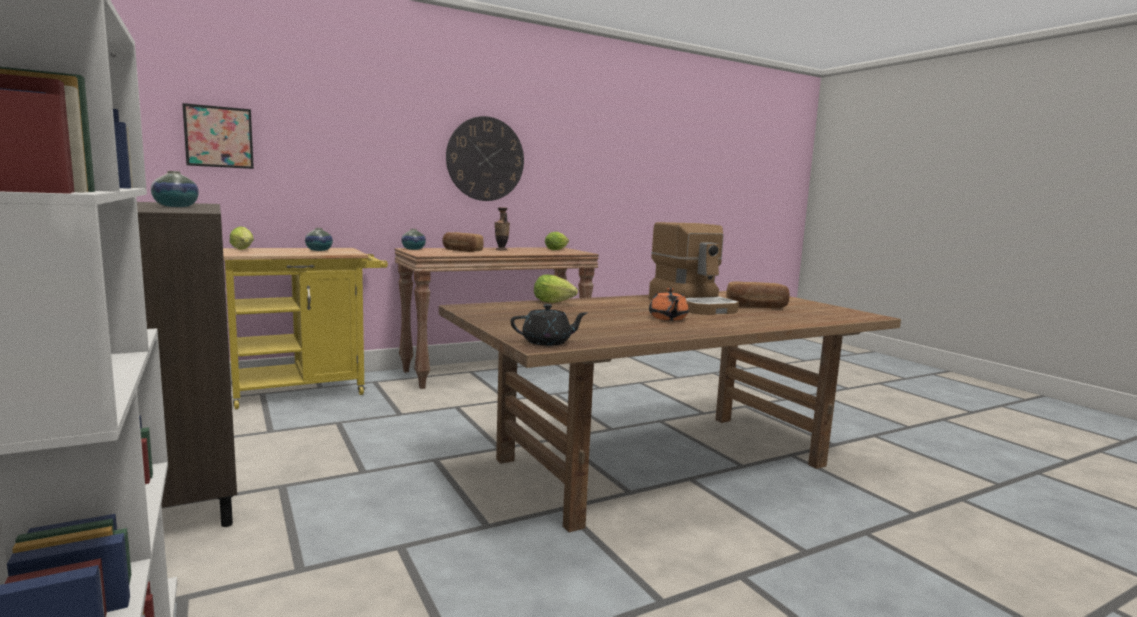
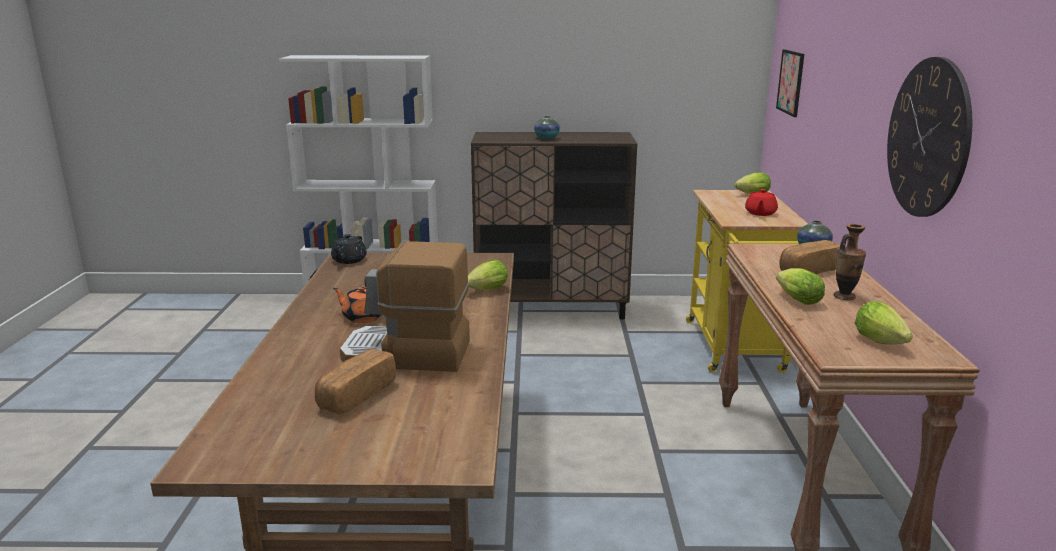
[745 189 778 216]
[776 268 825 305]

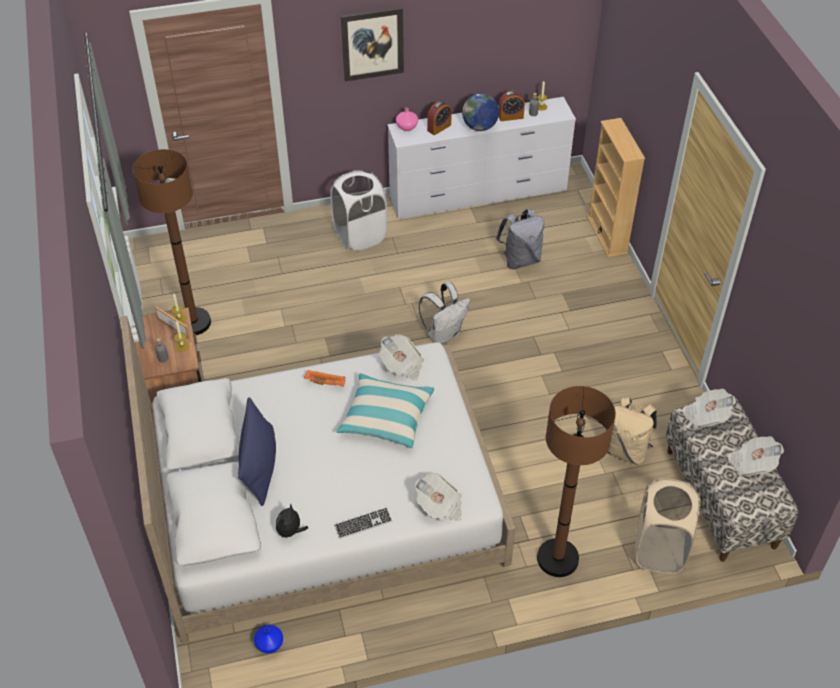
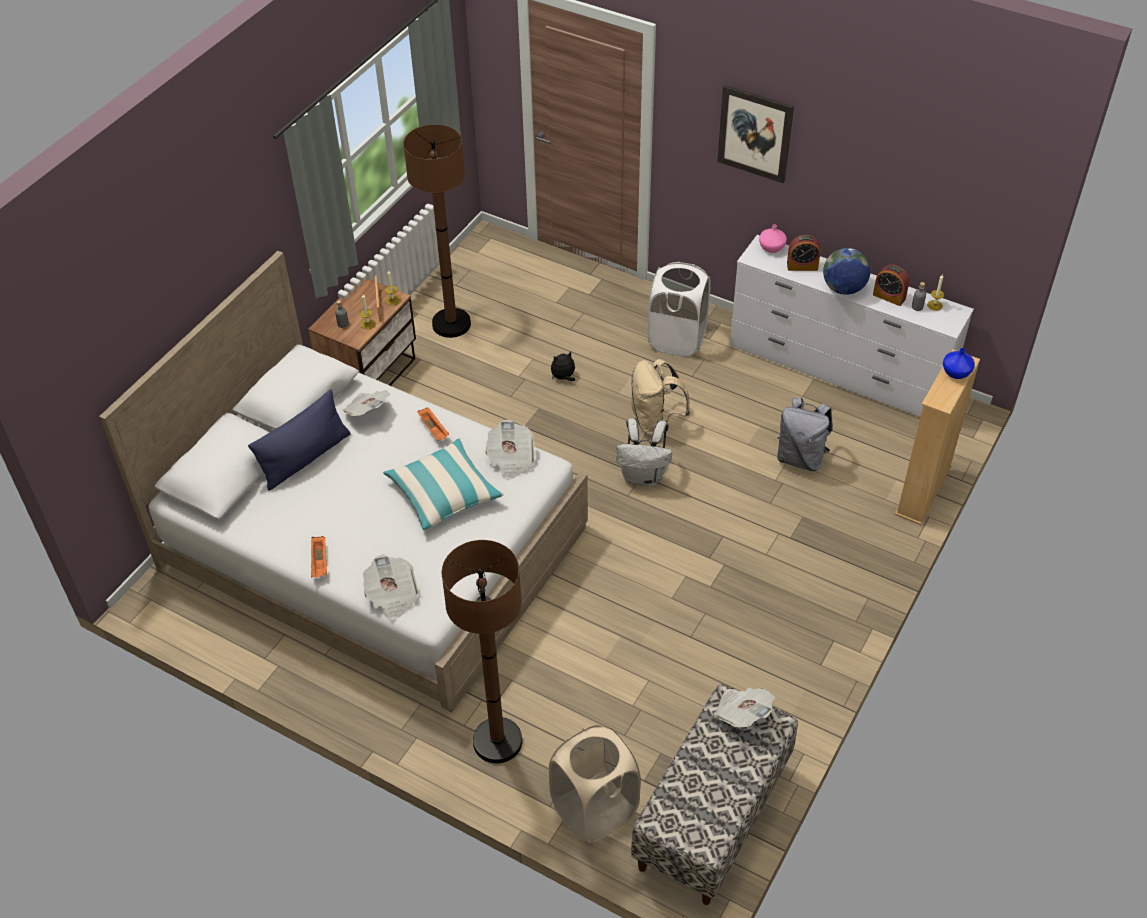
[631 359 690 436]
[342 391 390 416]
[551 352 575 381]
[311 536 327 578]
[943 348 975 379]

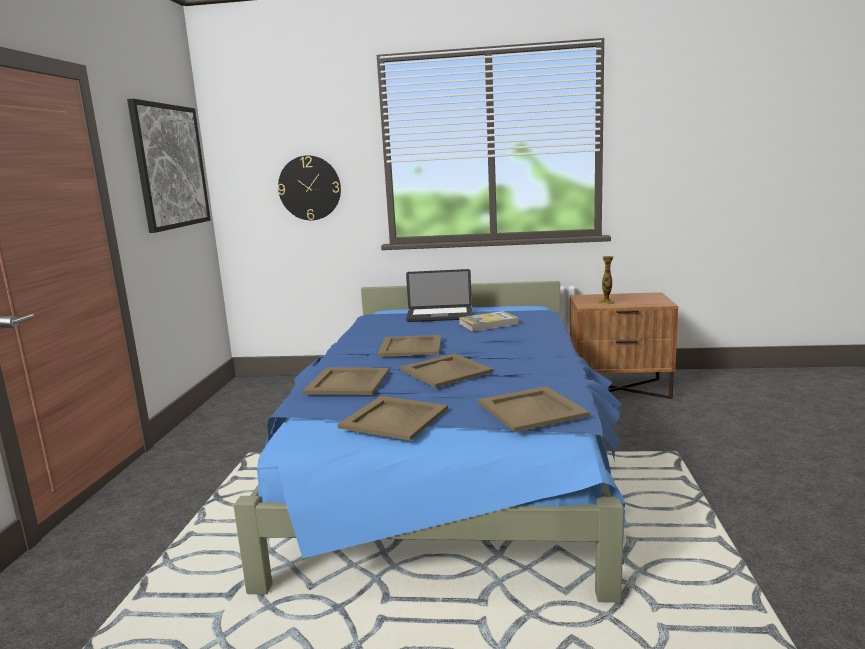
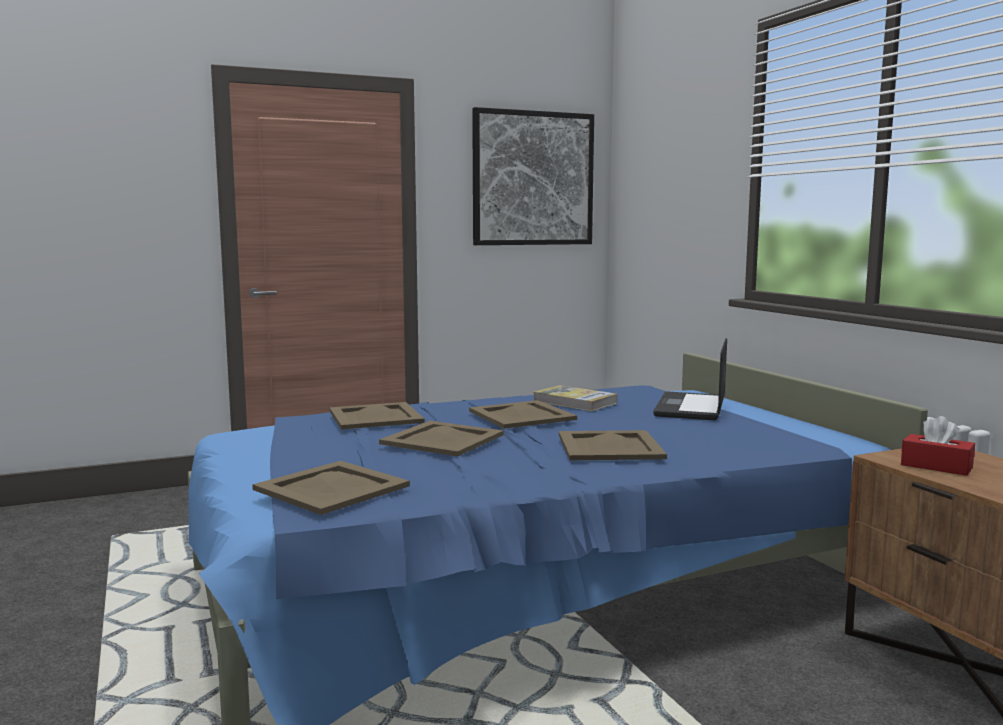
[278 155 341 220] (first image)
[901 416 975 476]
[653 338 727 420]
[534 385 617 411]
[559 430 667 460]

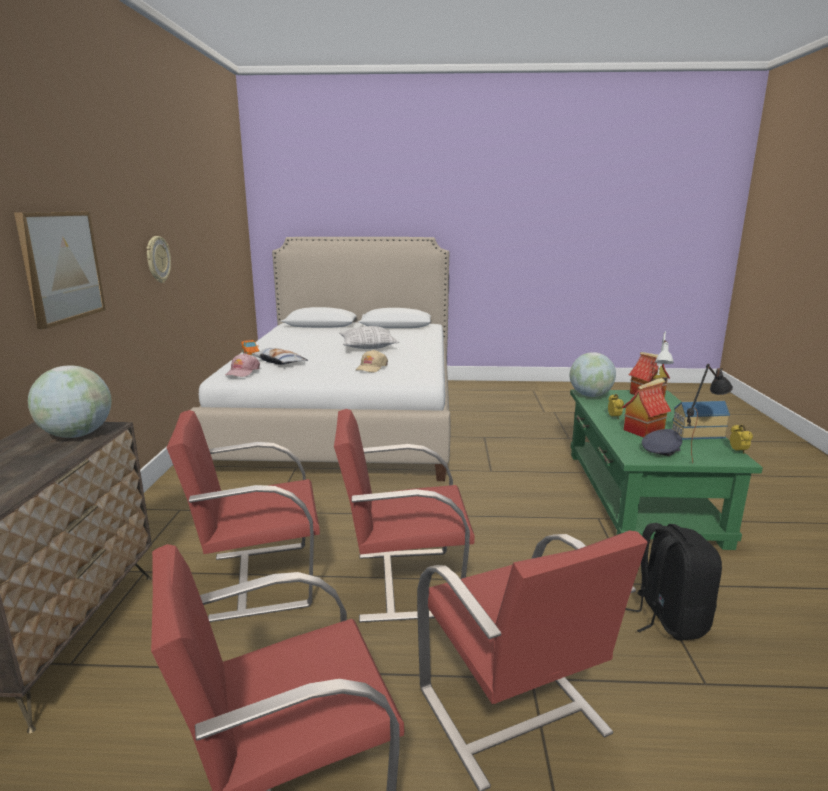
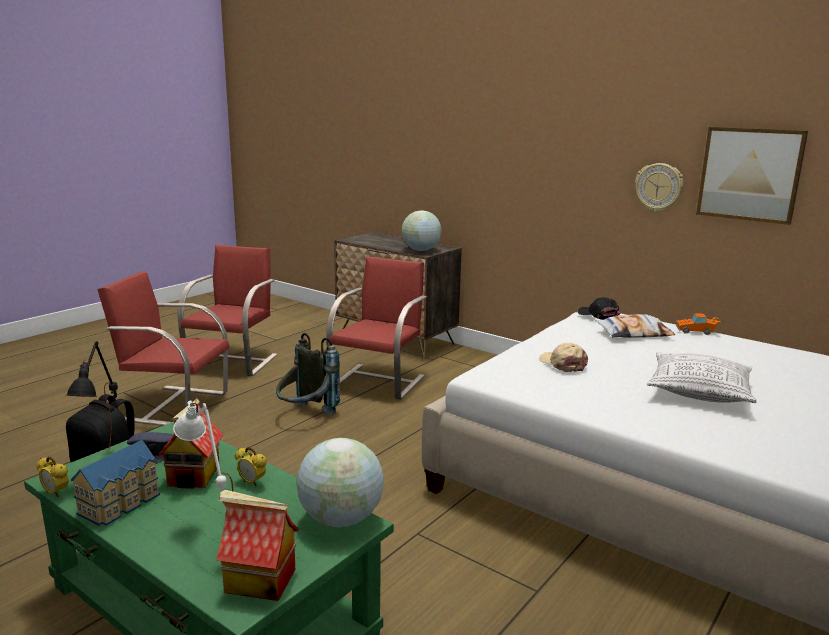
[696 127 808 225]
[578 297 620 320]
[276 333 340 415]

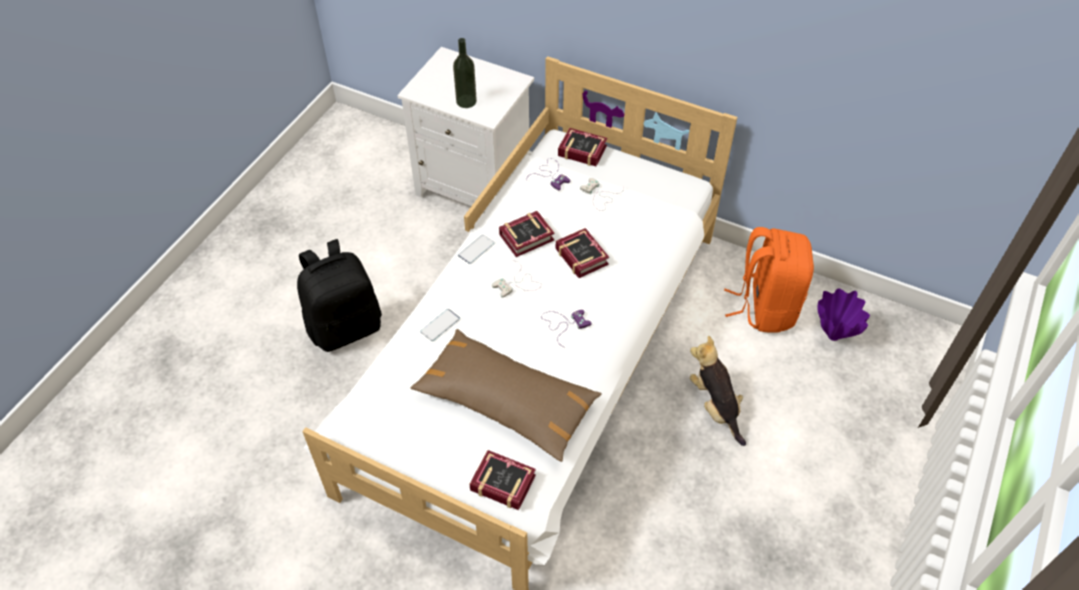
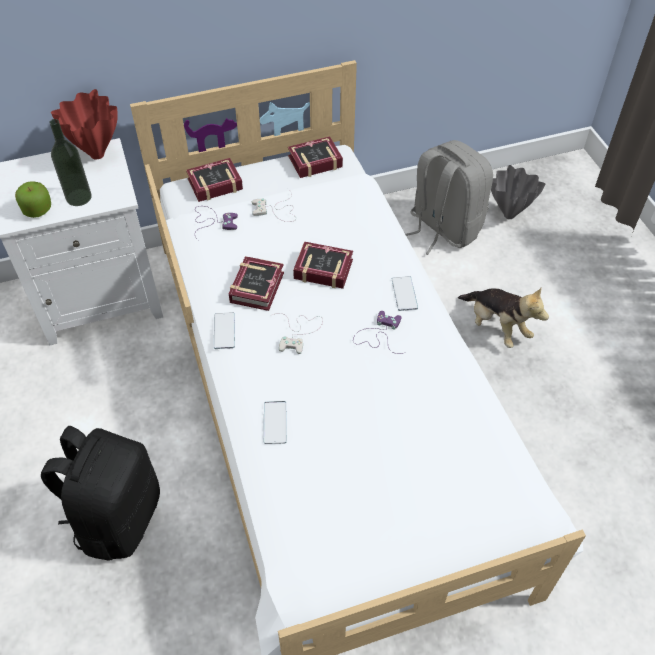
[405 140 493 255]
[491 165 545 219]
[411 329 602 462] (first image)
[458 288 549 348]
[288 136 343 178]
[51 89 118 159]
[15 181 51 218]
[392 276 418 311]

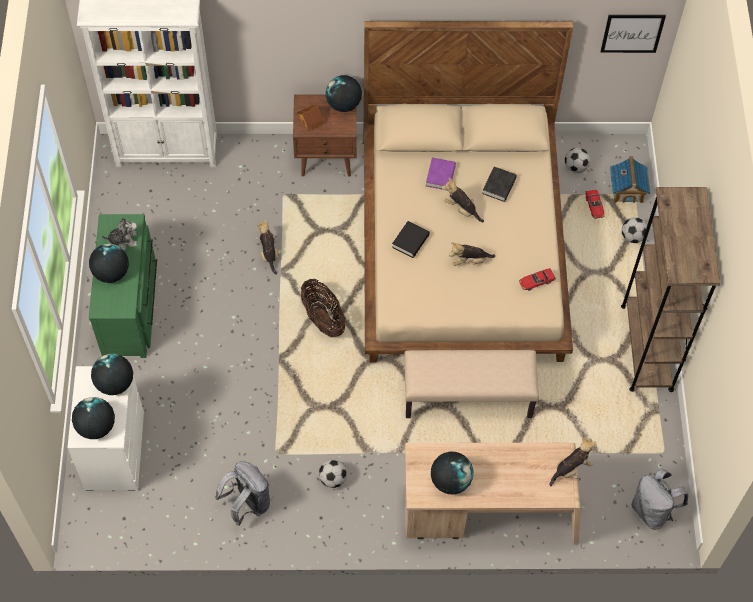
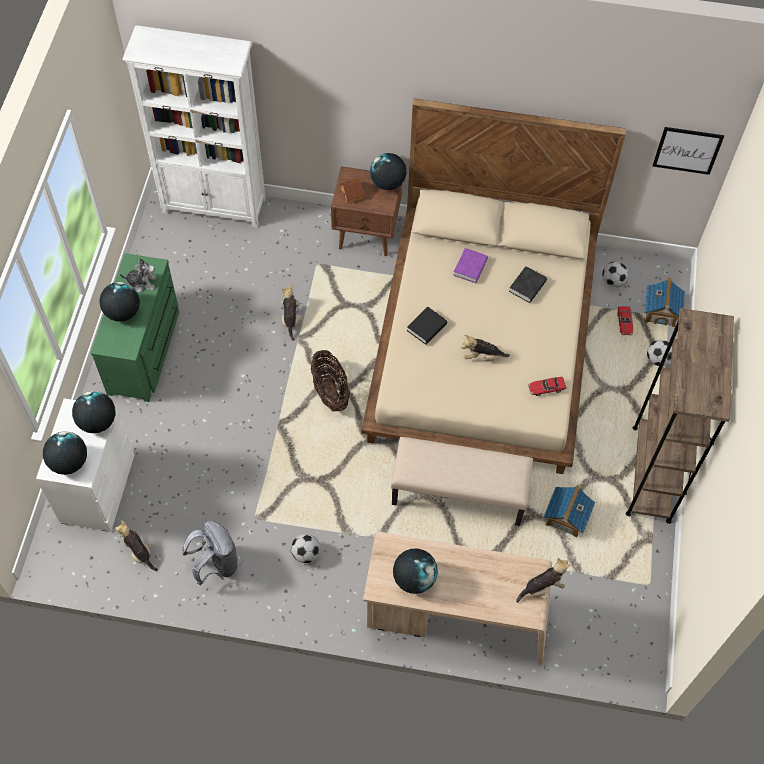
[115 521 158 571]
[631 469 688 530] (first image)
[544 485 595 537]

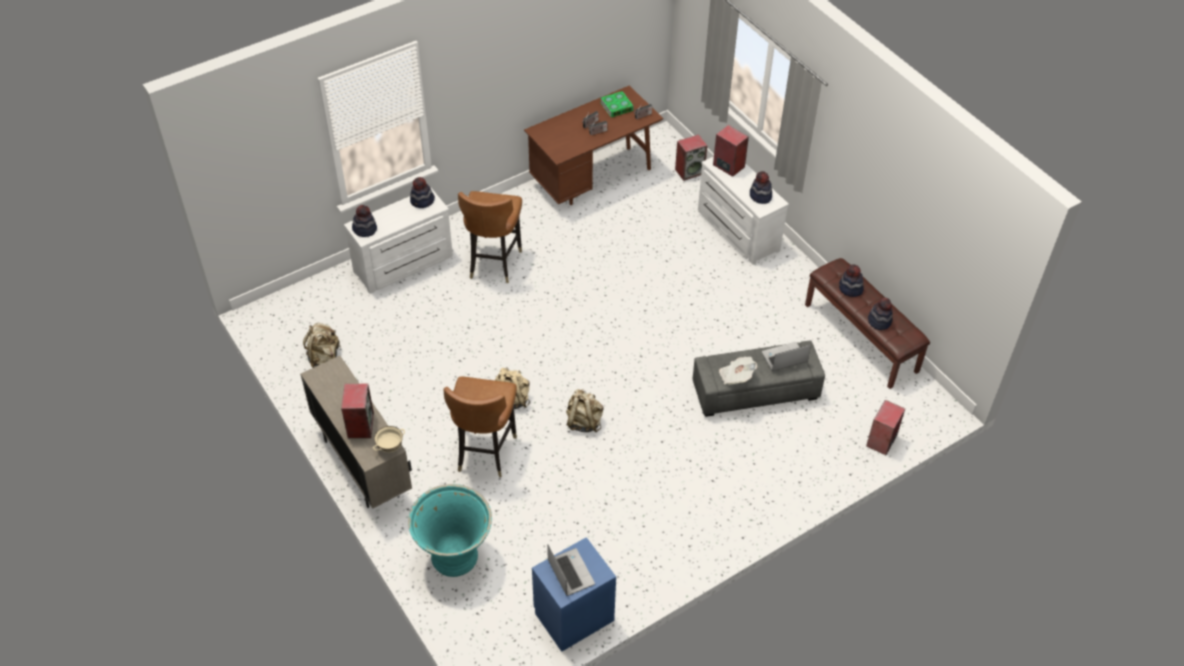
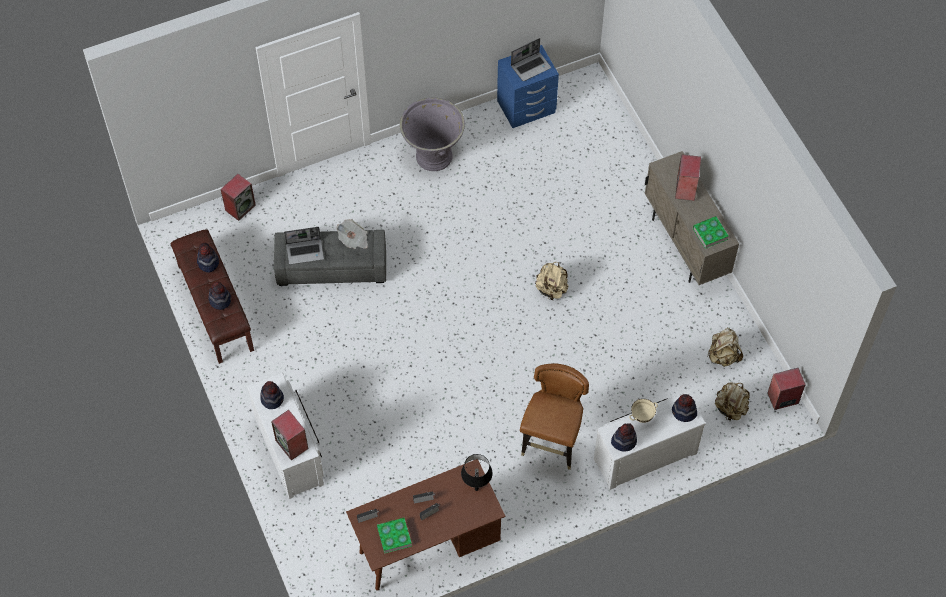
[768 368 806 410]
[443 377 517 477] (first image)
[715 382 750 421]
[629 399 658 423]
[408 484 492 577] (first image)
[511 38 551 81]
[400 98 465 171]
[693 216 729 249]
[461 454 493 491]

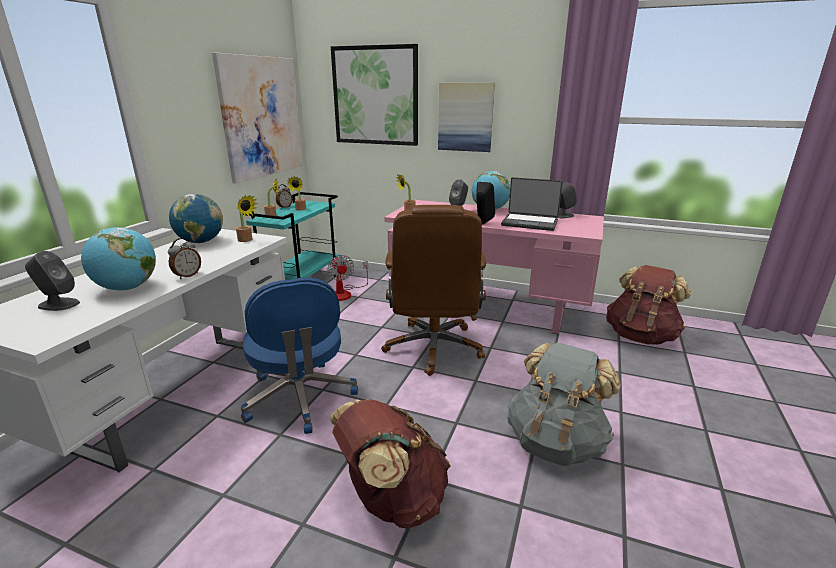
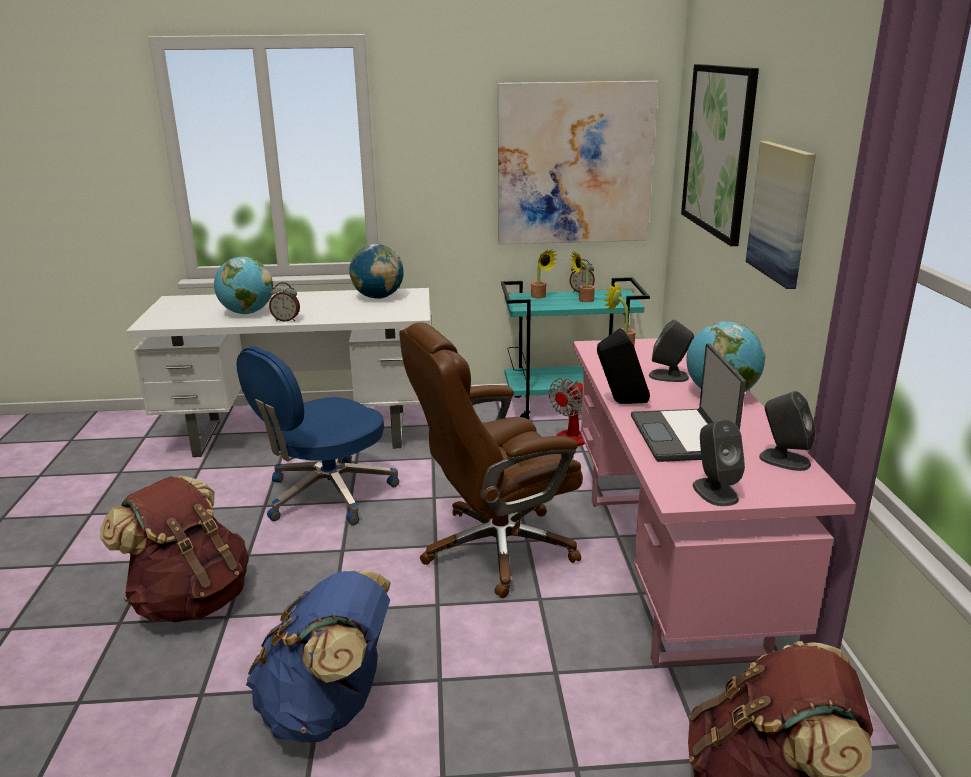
[236 195 259 242] (first image)
[693 419 745 506]
[246 570 391 742]

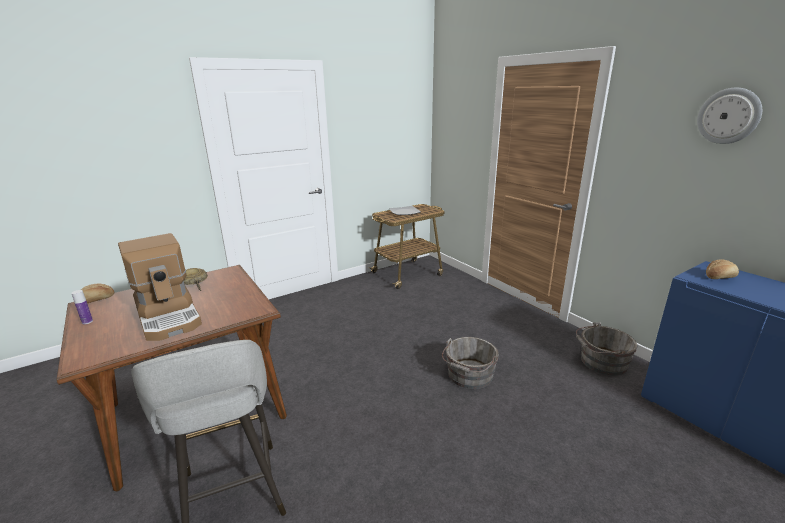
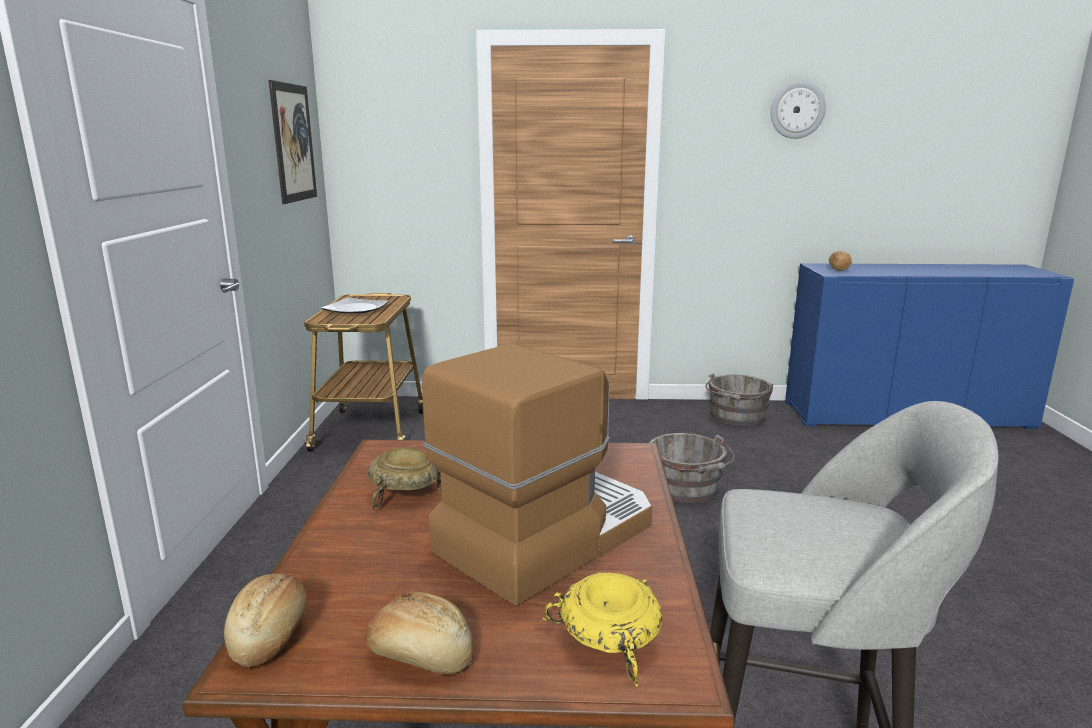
[422 343 652 606]
[365 592 474 675]
[269 80 317 204]
[543 573 662 687]

